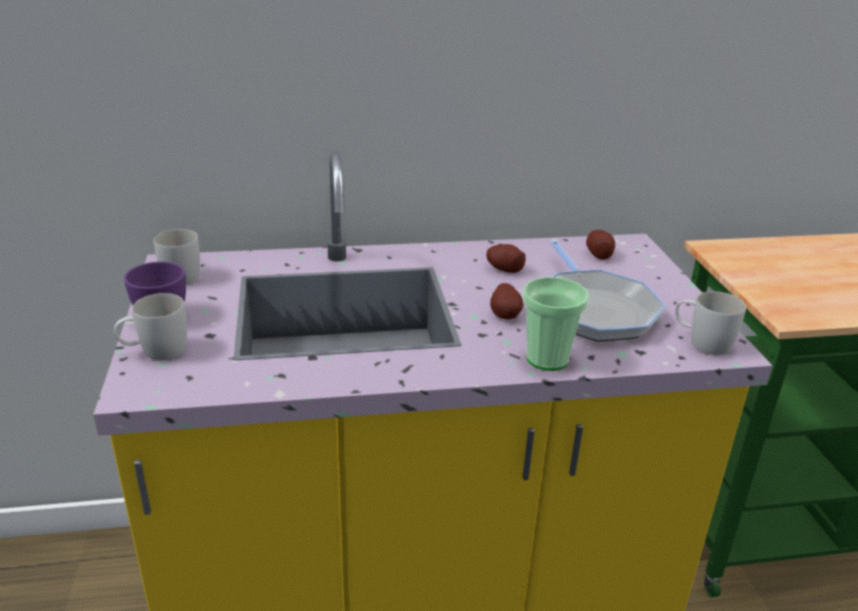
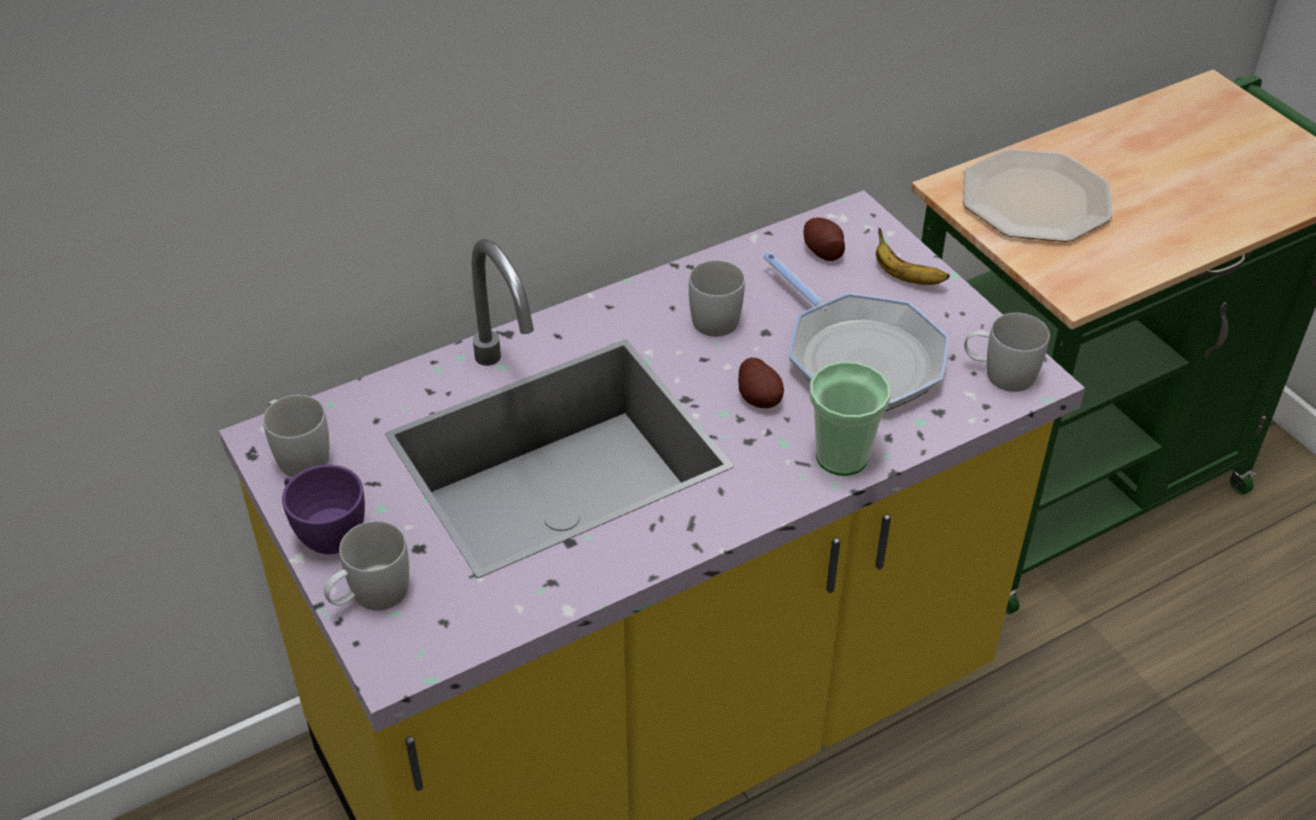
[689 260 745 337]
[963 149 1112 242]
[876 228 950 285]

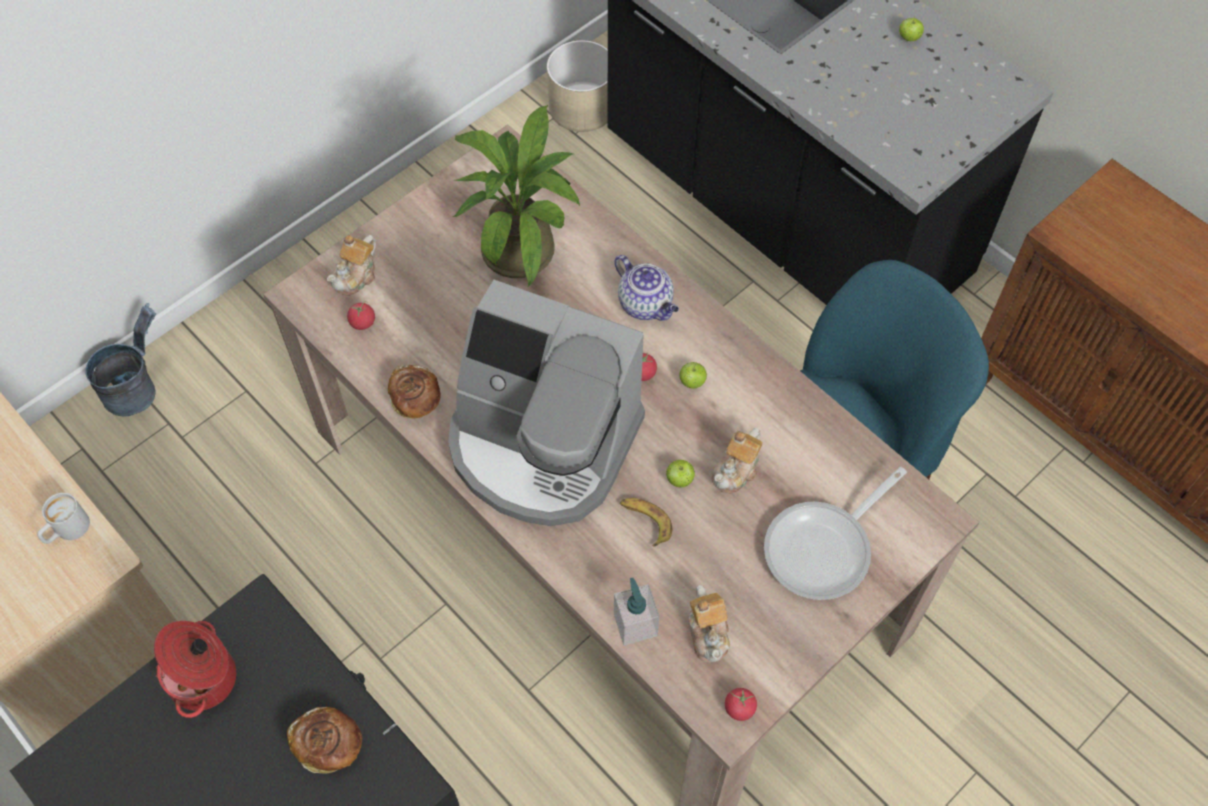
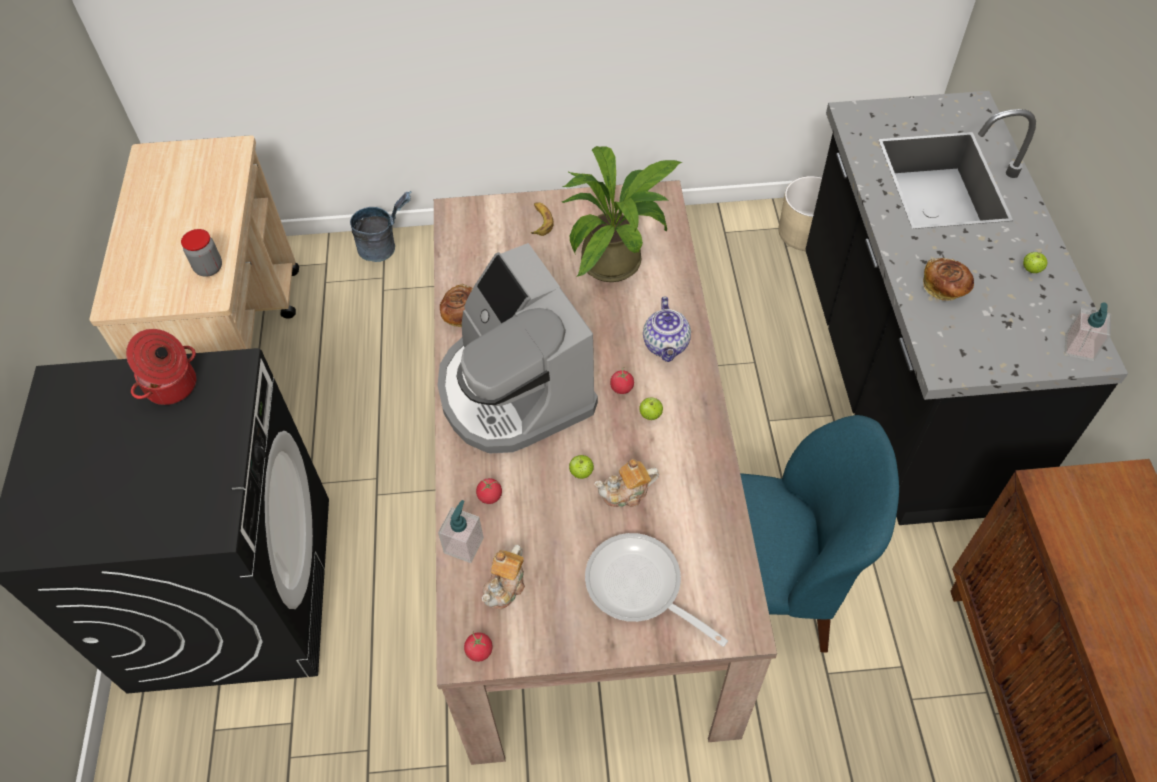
[327 235 376 296] (first image)
[476 478 502 504]
[585 533 728 647]
[181 229 222 277]
[530 202 554 236]
[923 258 974 301]
[1065 302 1111 361]

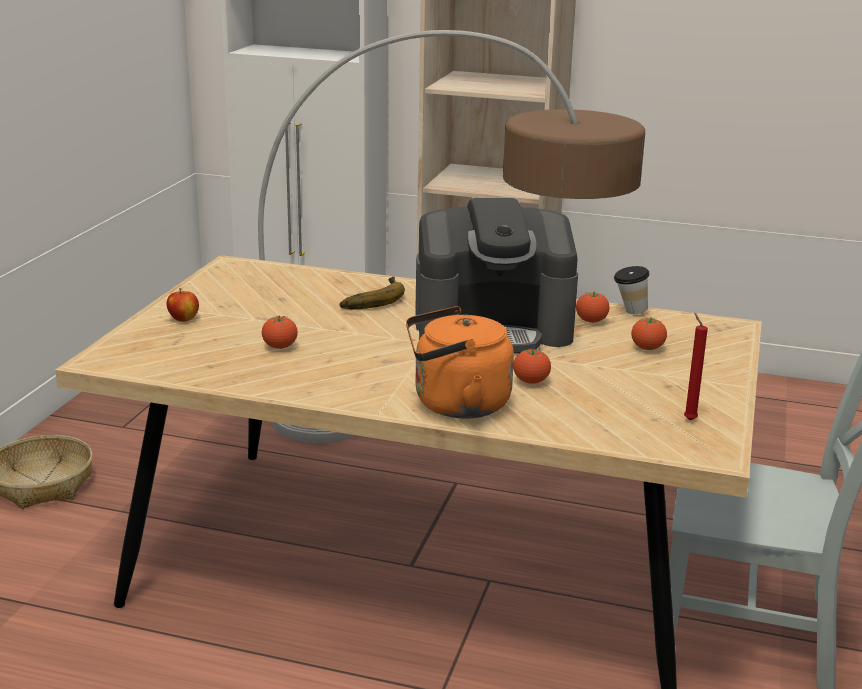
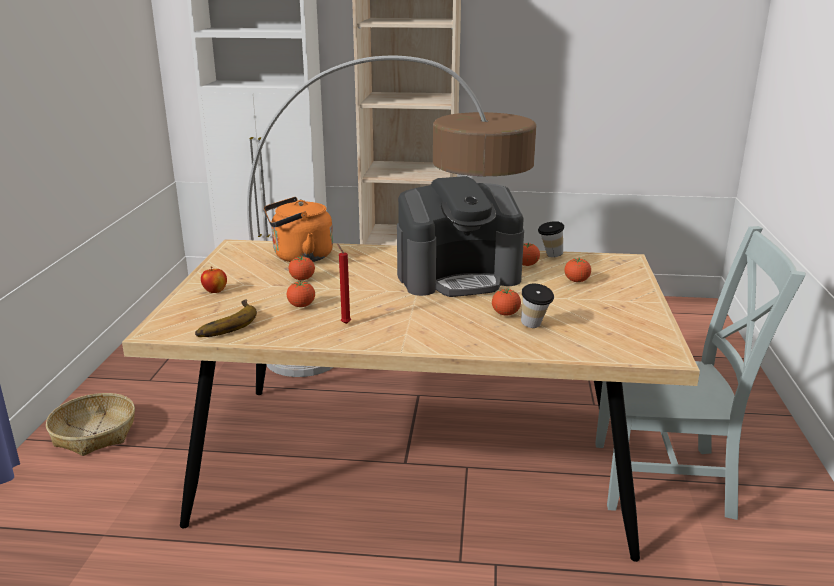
[195 300 257 337]
[264 197 333 262]
[337 243 351 324]
[288 256 315 280]
[521 284 554 328]

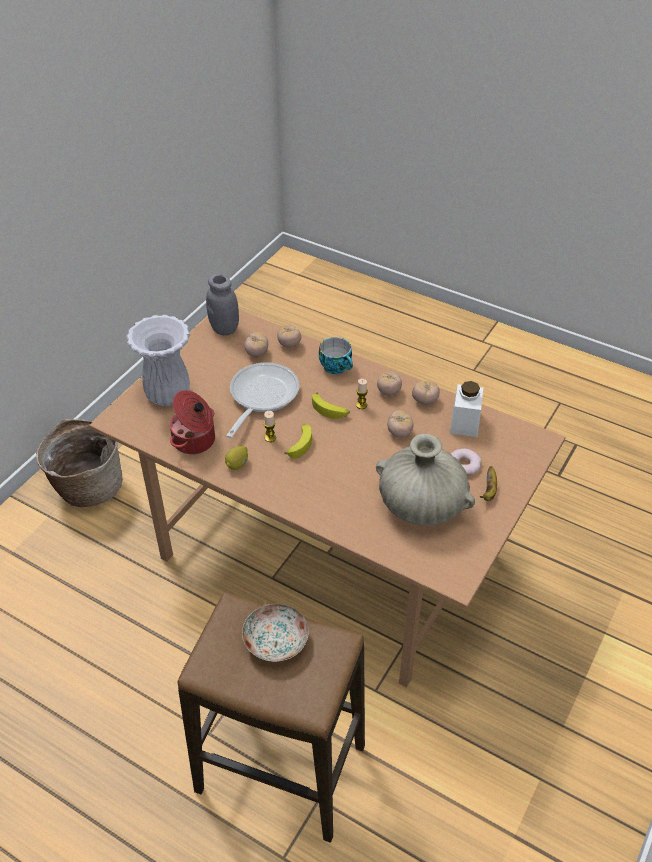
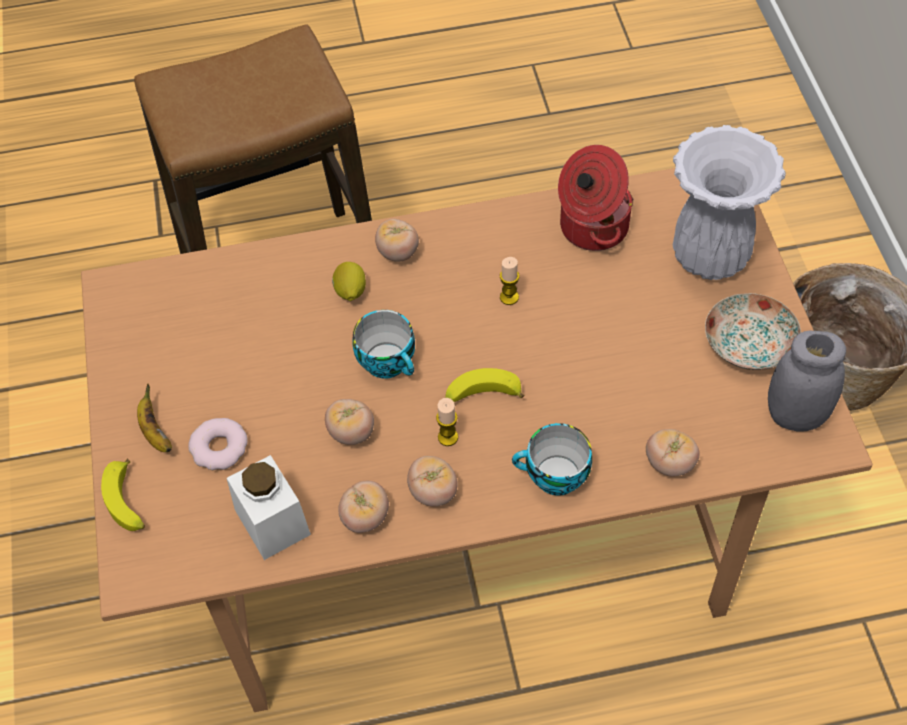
[375 219 419 262]
[226 362 300 438] (first image)
[101 459 145 531]
[376 434 475 525] (first image)
[332 262 366 301]
[705 293 801 370]
[352 310 415 379]

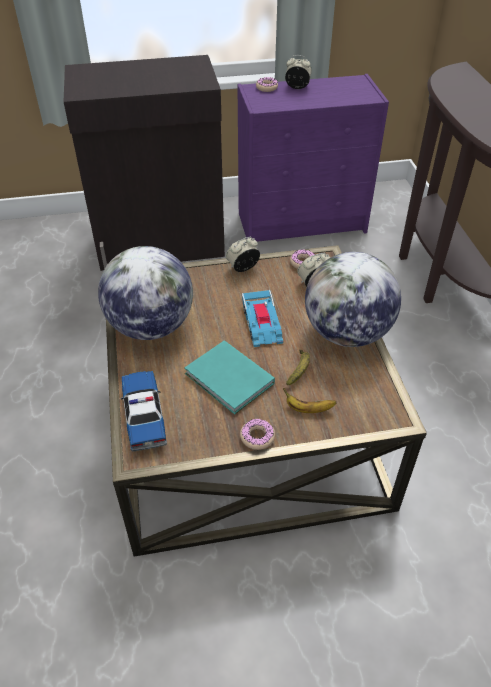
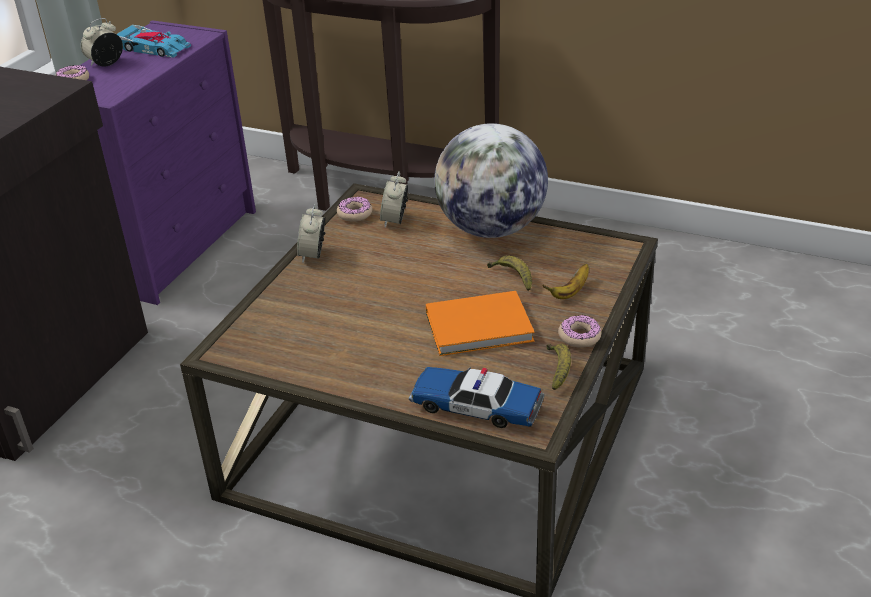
[98 246 193 340] (first image)
[117 25 191 58]
[426 291 535 356]
[546 344 571 390]

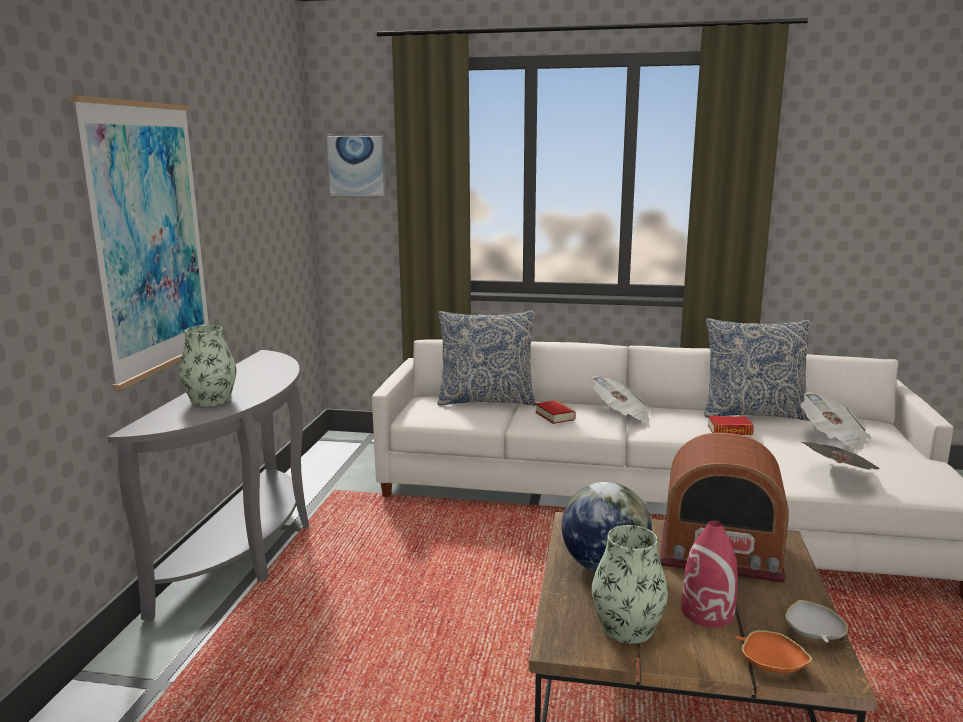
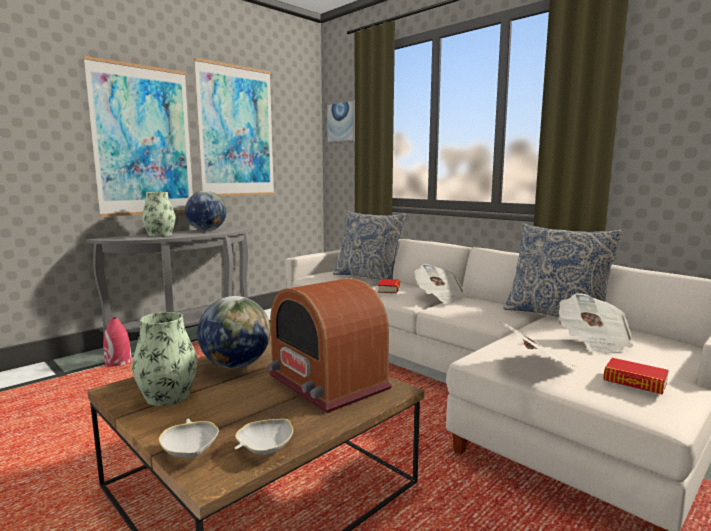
[603 358 669 395]
[103 317 132 366]
[159 419 219 458]
[194 58 275 196]
[185 191 226 231]

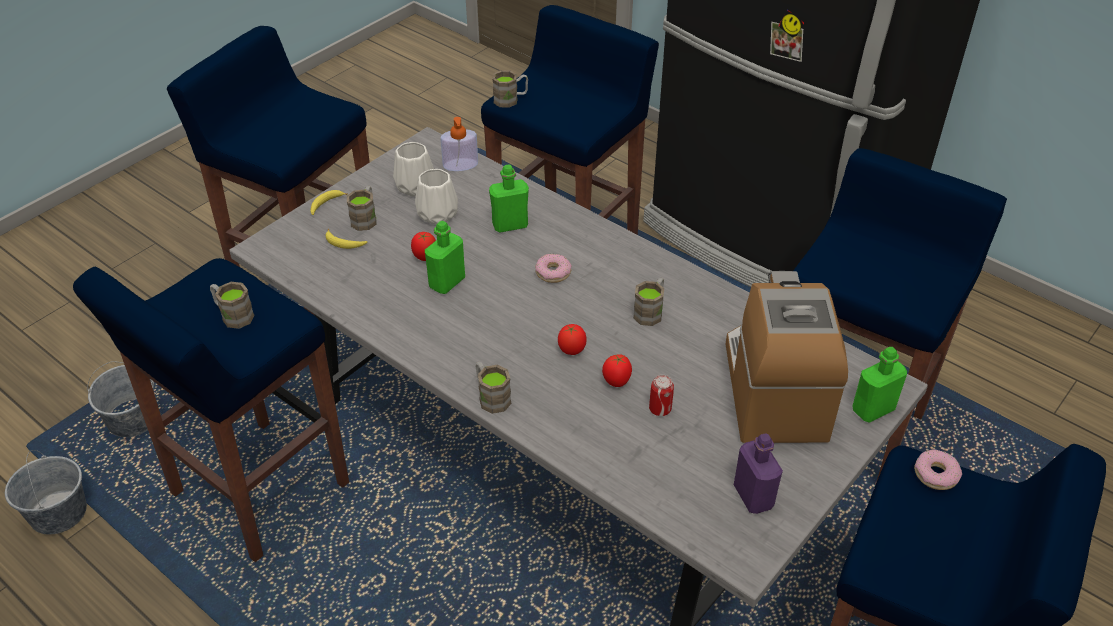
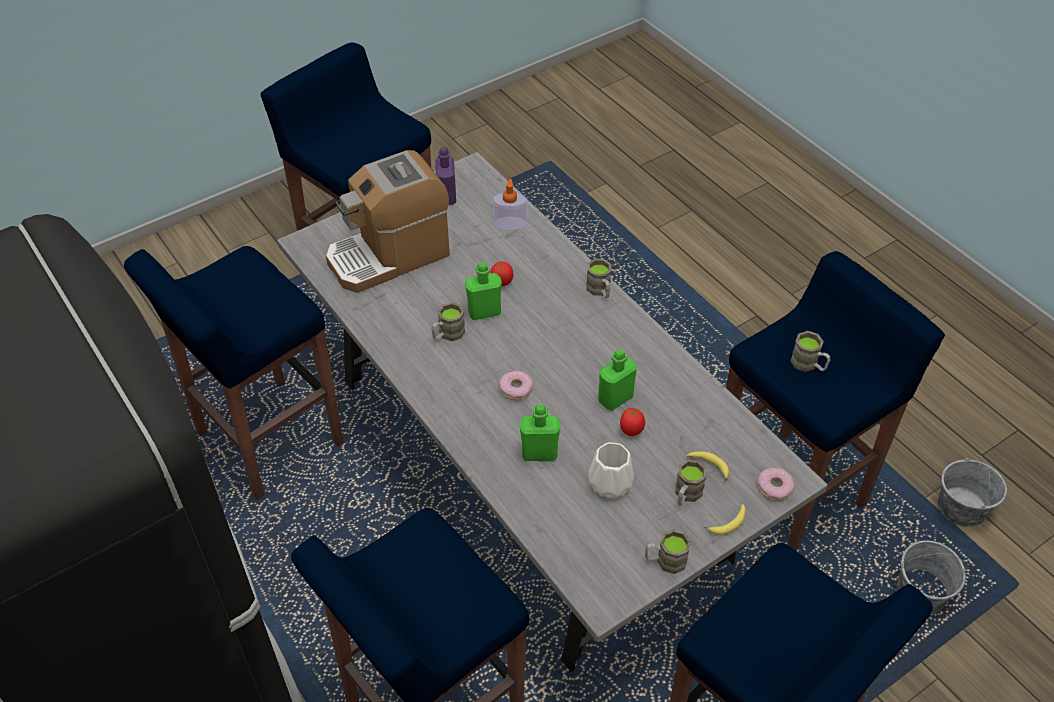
[645 529 691 574]
[493 179 527 230]
[393 142 434 197] (first image)
[326 150 450 293]
[558 324 586 355] (first image)
[465 262 502 320]
[649 375 674 416] (first image)
[757 467 795 501]

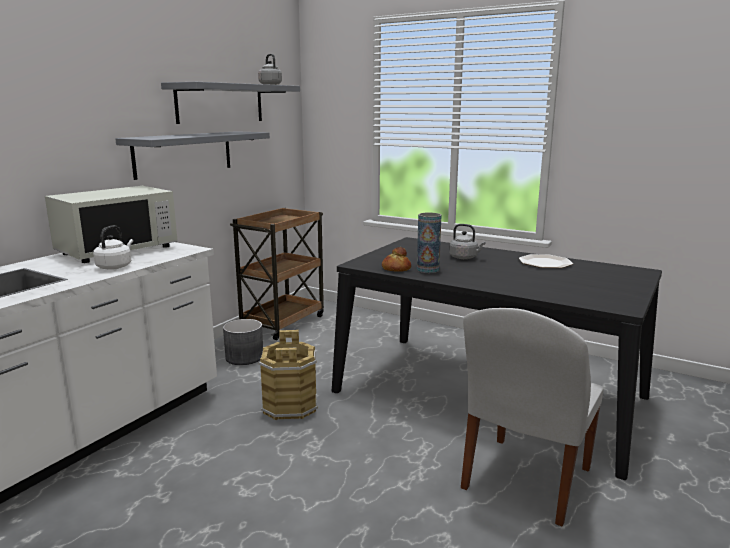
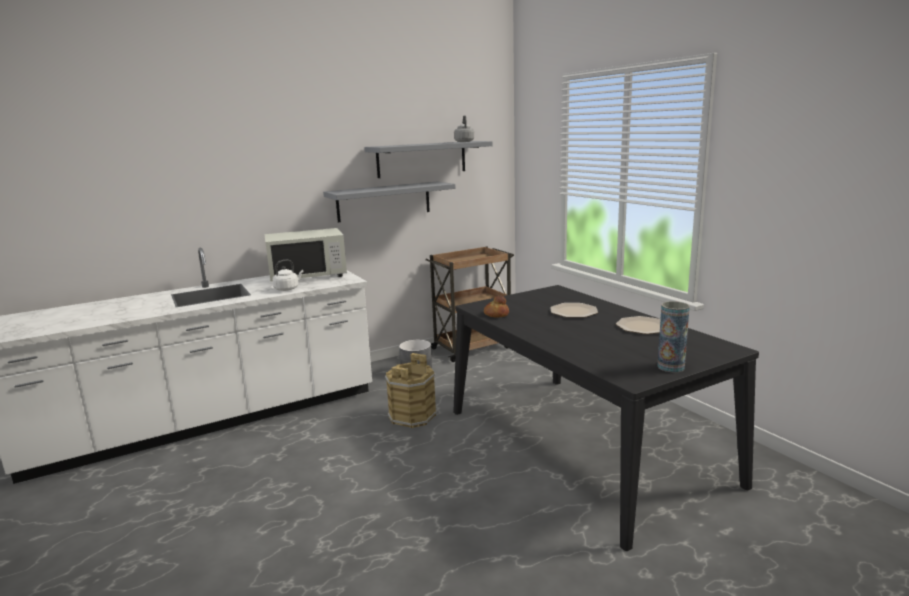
[657 301 690 372]
[550 303 598 317]
[461 308 604 526] (first image)

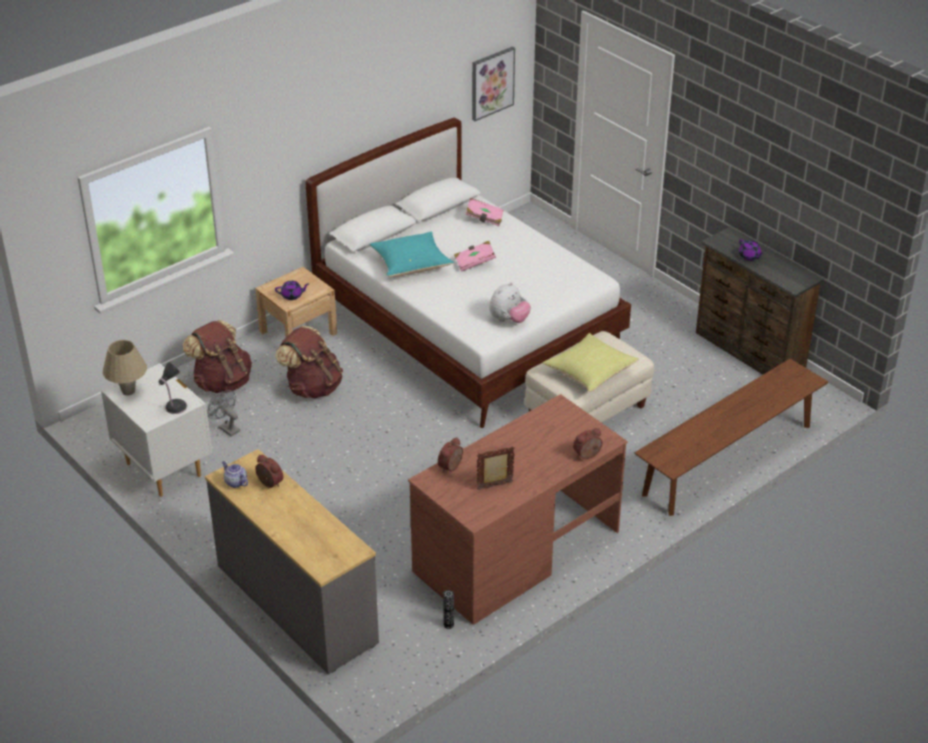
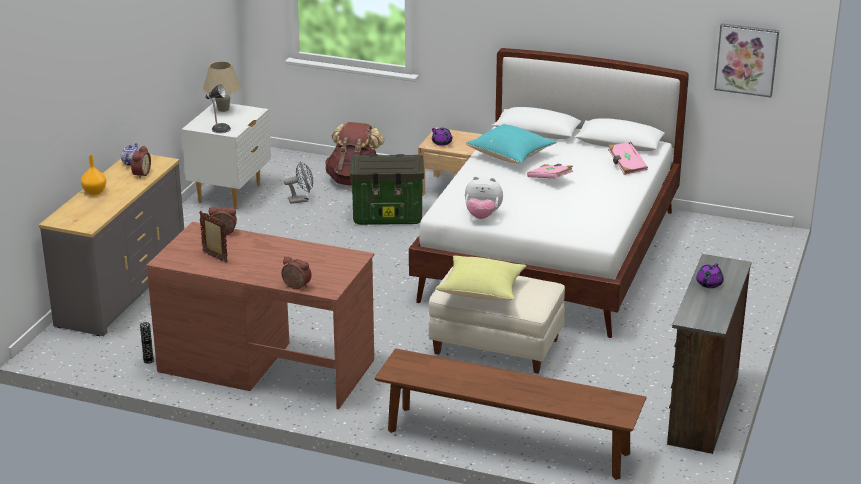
[350 154 424 225]
[284 162 313 204]
[81 155 106 195]

